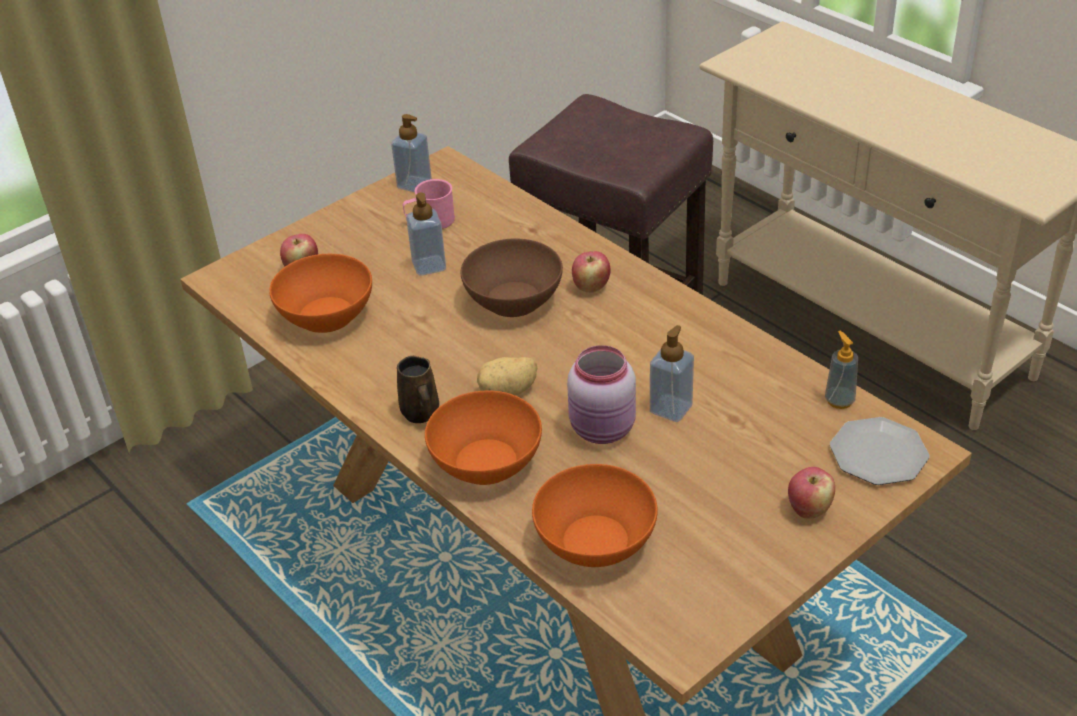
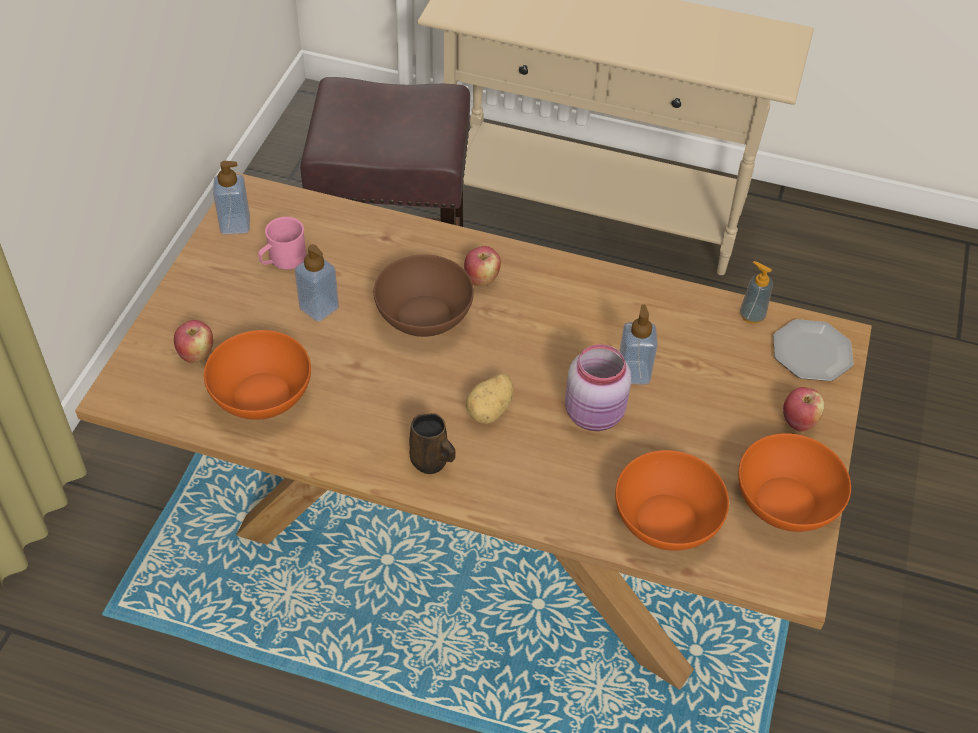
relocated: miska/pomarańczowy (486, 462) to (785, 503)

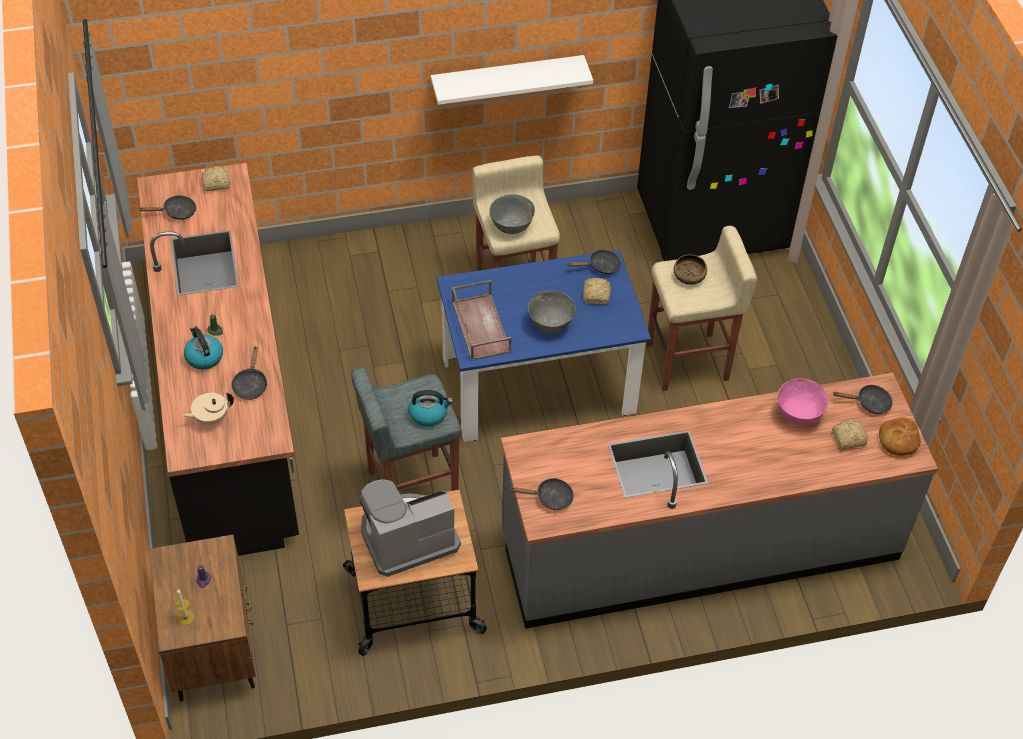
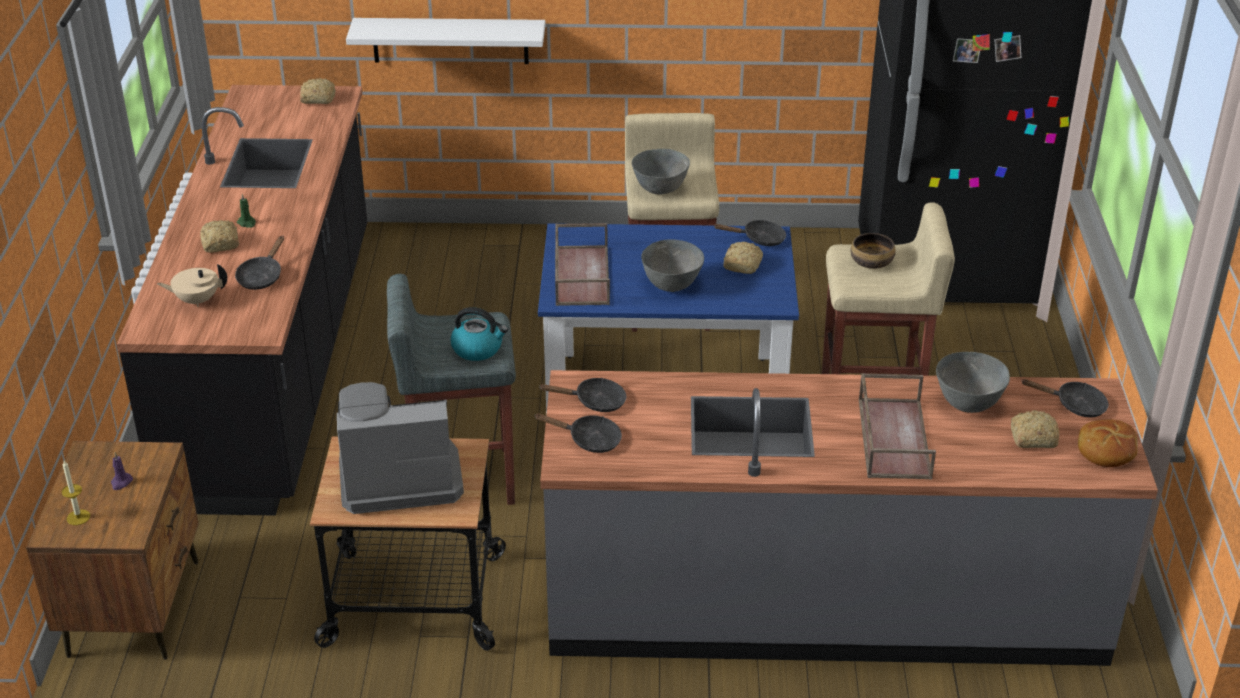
appeared: taca/brązowy (892, 437)
relocated: patelnia/czarny (176, 212) to (595, 402); półka/biały (507, 79) to (450, 40)
exchanged: czajnik (204, 357) to chleb (220, 244)
colour: miska/różowy (798, 415) to miska/szary (968, 404)

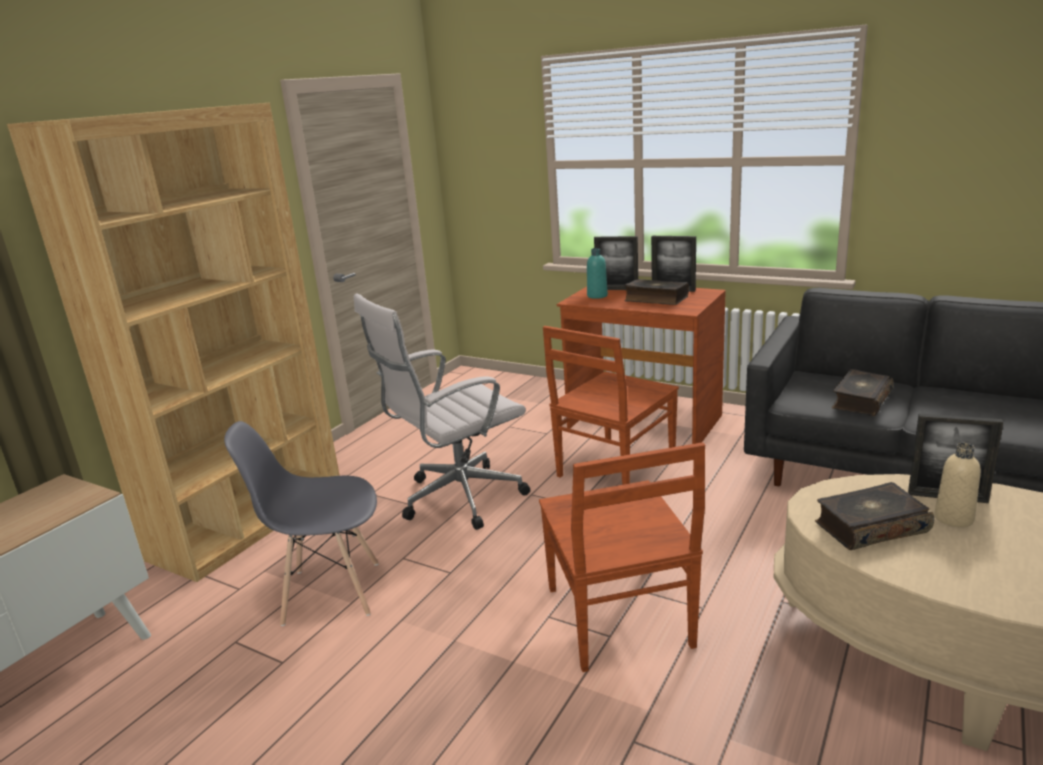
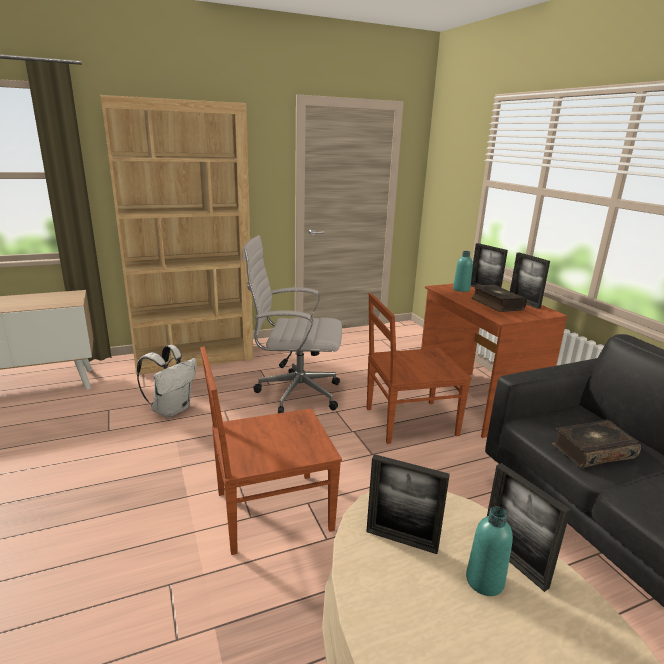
exchanged: krzesło/szary (330, 592) to plecak/biały (171, 409); książka (870, 527) to ramka na zdjęcie (401, 540)
colour: butelka/beżowy (953, 518) to butelka/turkusowy (484, 581)
spun: krzesło/brązowy (619, 619) = (270, 511) 45 degrees clockwise

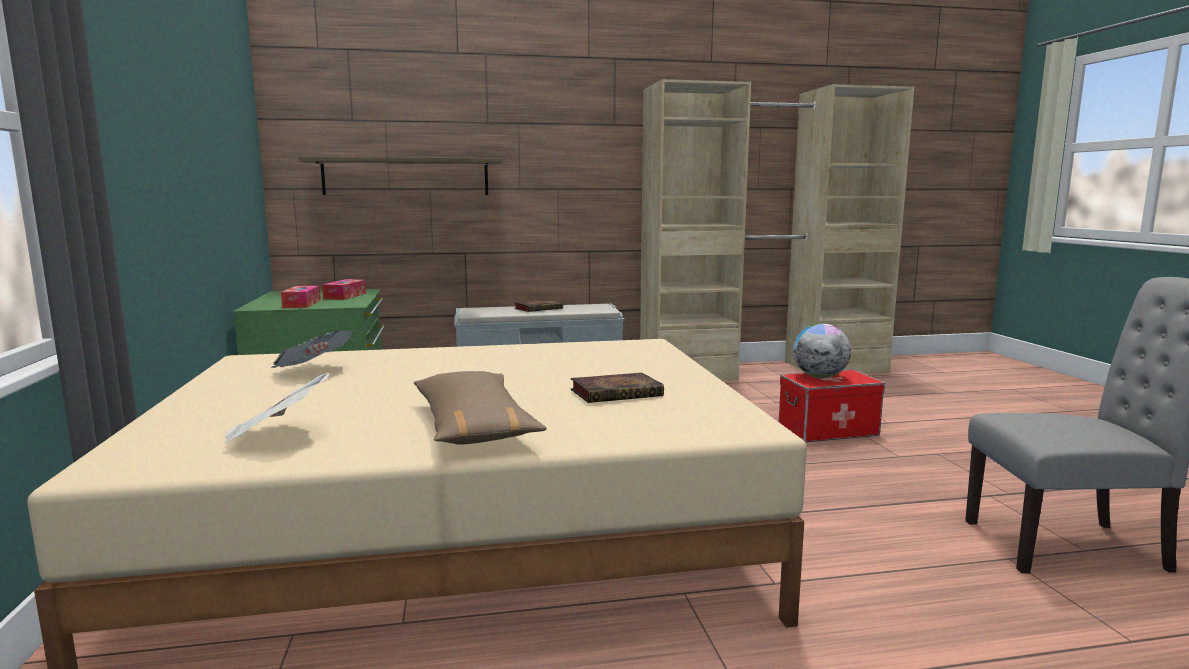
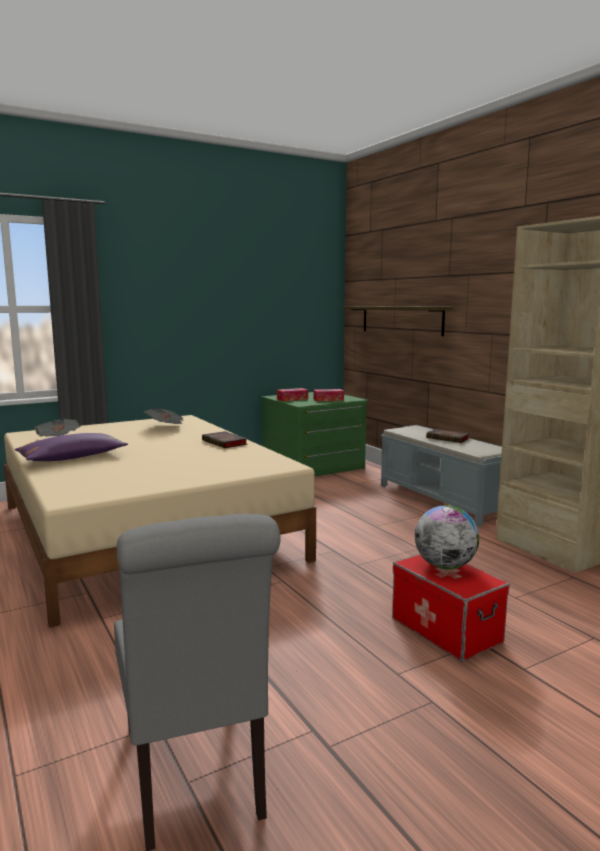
relocated: książka (618, 393) to (225, 443)
colour: poduszka/brązowy (473, 425) to poduszka/fioletowy (72, 458)

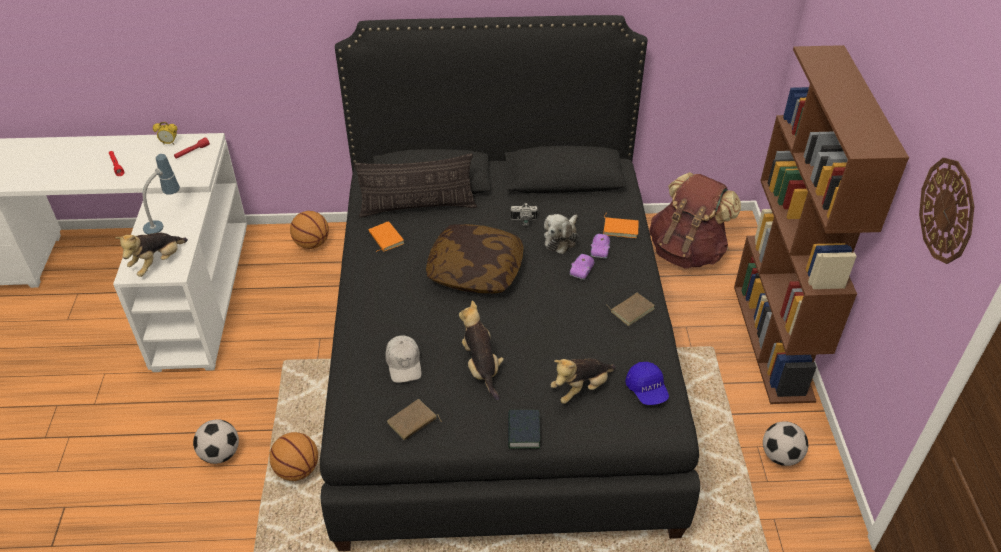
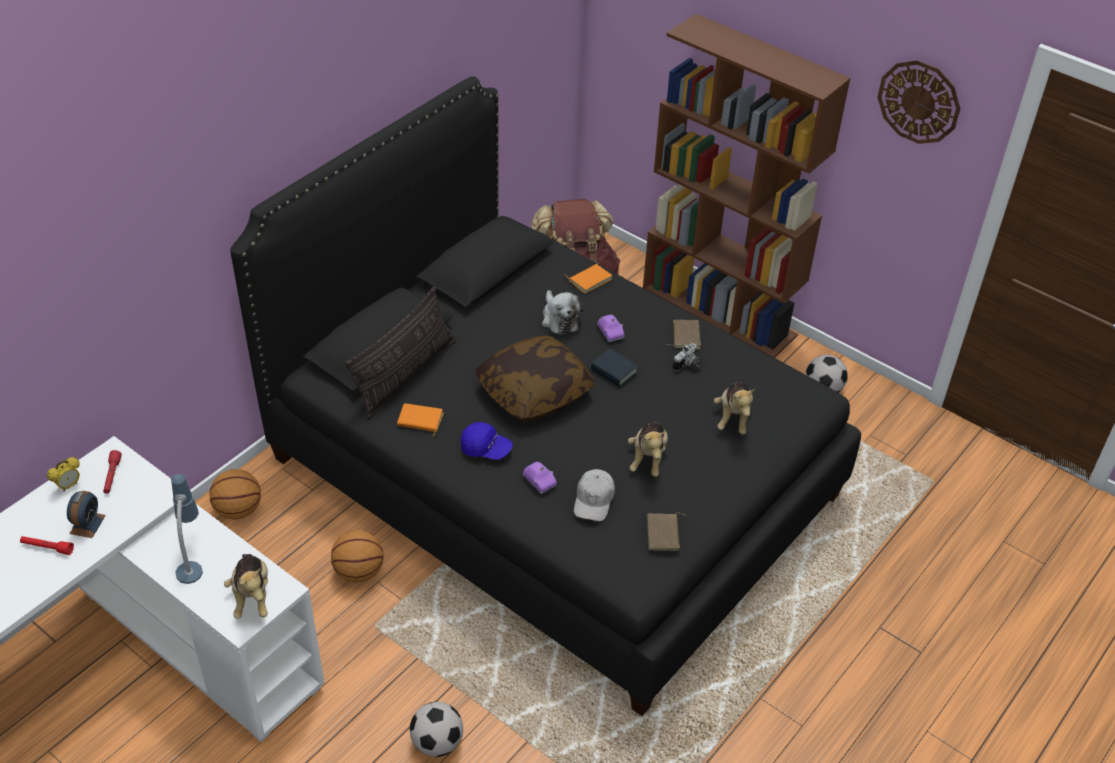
appeared: budzik (87, 524)
relocated: piłka do koszykówki (298, 470) to (359, 571); książka (523, 432) to (613, 371); aparat fotograficzny (523, 221) to (688, 366); samochodzik/fioletowy (600, 250) to (540, 481); czapka z daszkiem/niebieski (647, 390) to (486, 449)
spun: czapka z daszkiem/biały (404, 363) = (594, 500) 75 degrees clockwise; pluszak (481, 367) = (648, 458) 105 degrees counterclockwise

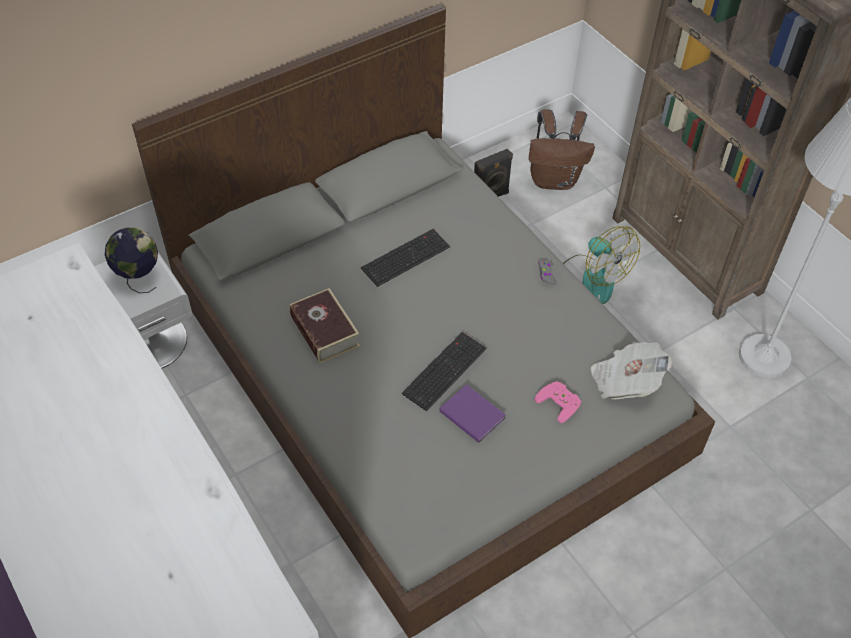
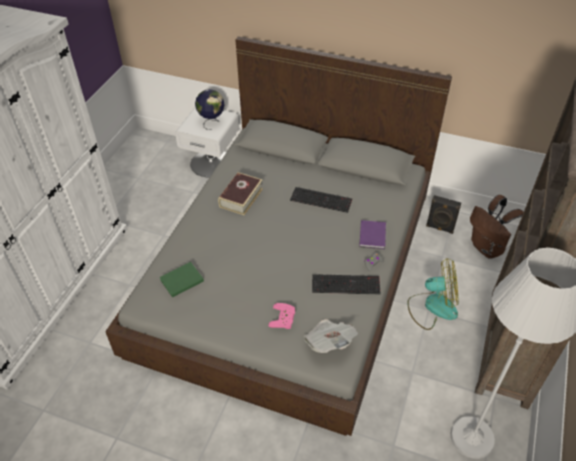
appeared: książka/zielony (180, 280)
relocated: klawiatura (444, 369) to (346, 284); książka/fioletowy (471, 413) to (373, 235)
spun: wentylator (590, 279) = (432, 307) 105 degrees counterclockwise

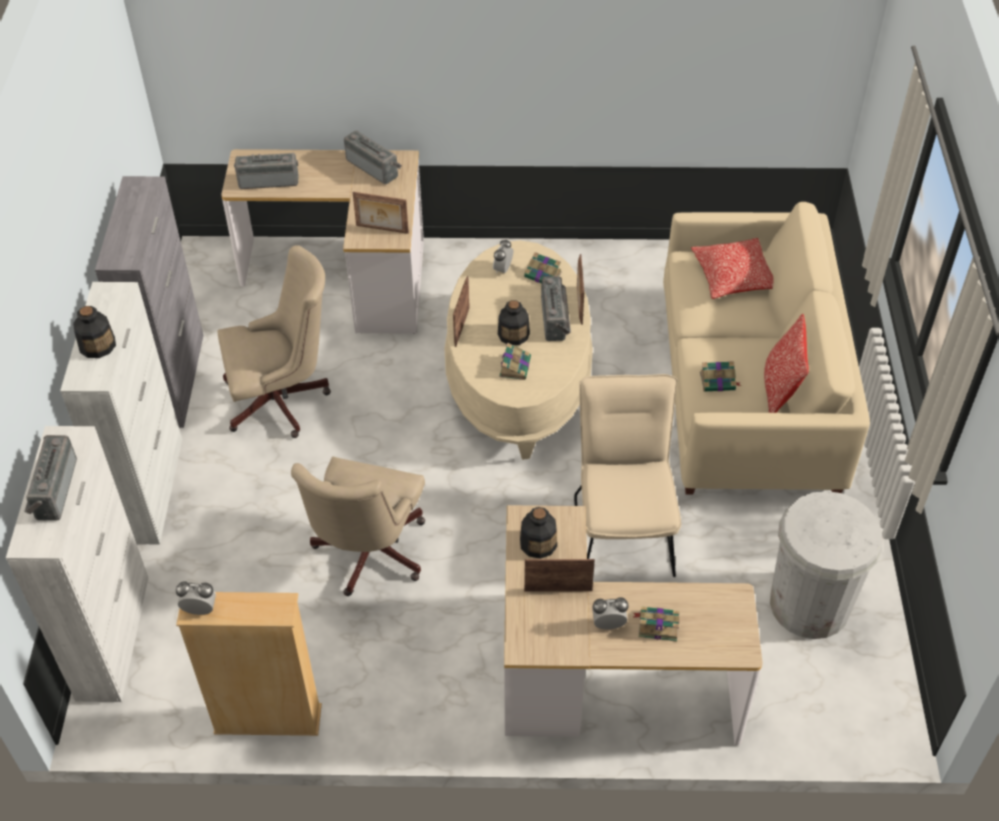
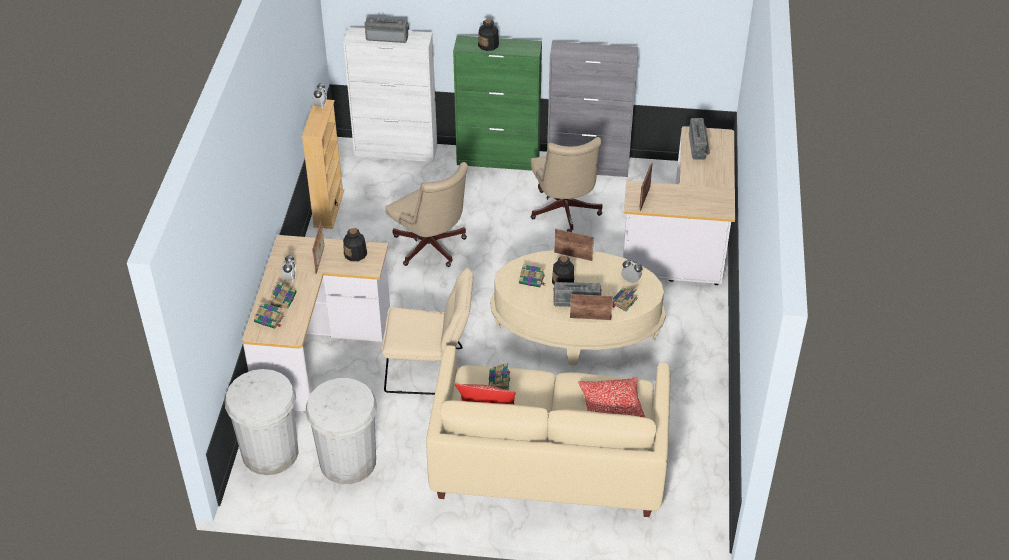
missing: radio (374, 167)
appeared: kosz na śmieci/biały (270, 452); książka (270, 319)
colour: szafka/biały (151, 489) to szafka/zielony (498, 160)
spun: krzesło biurowe/beżowy (367, 556) = (431, 249) 150 degrees counterclockwise

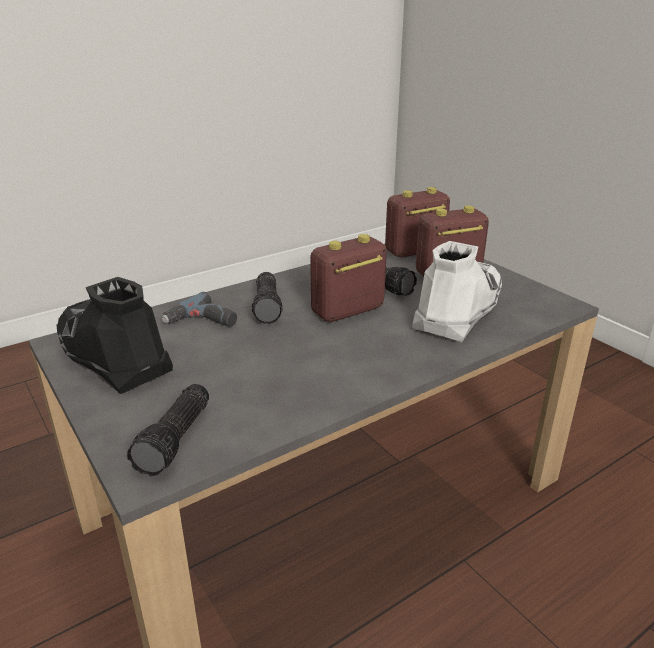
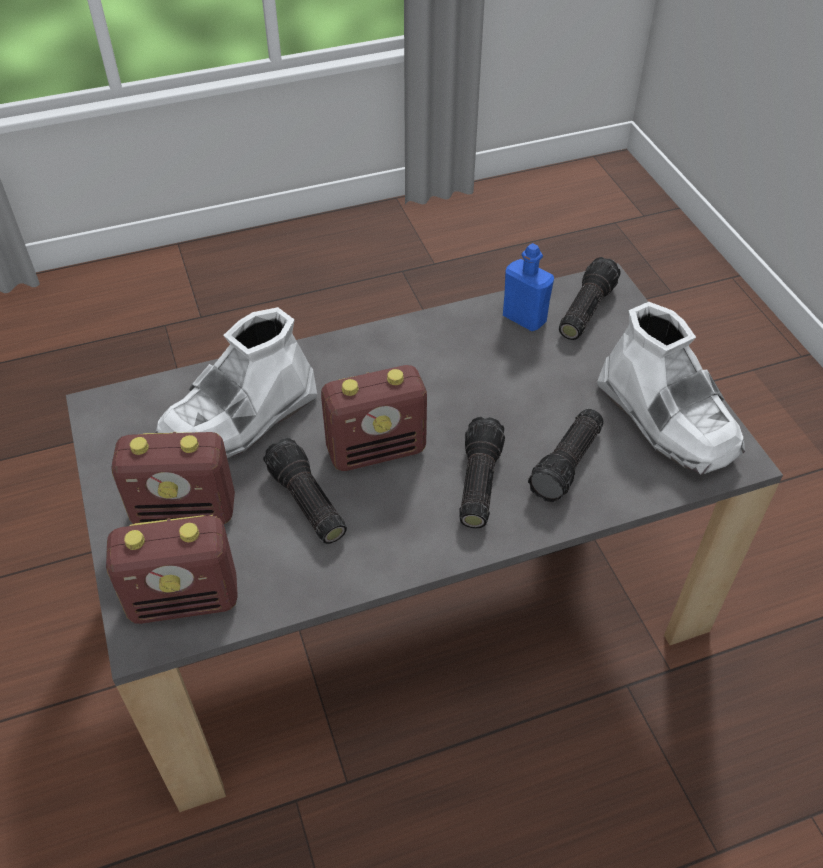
appeared: butelka/niebieski (524, 318)
exchanged: wiertarka (202, 322) to latarka (568, 465)
colour: but z cholewką/czarny (113, 357) to but z cholewką/biały (666, 420)

